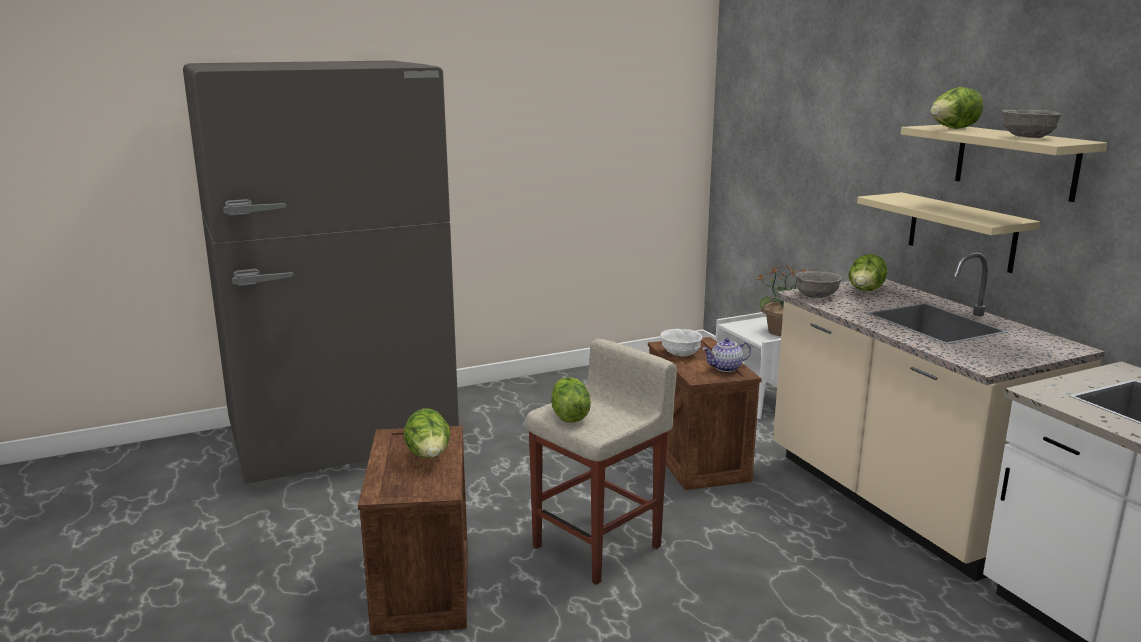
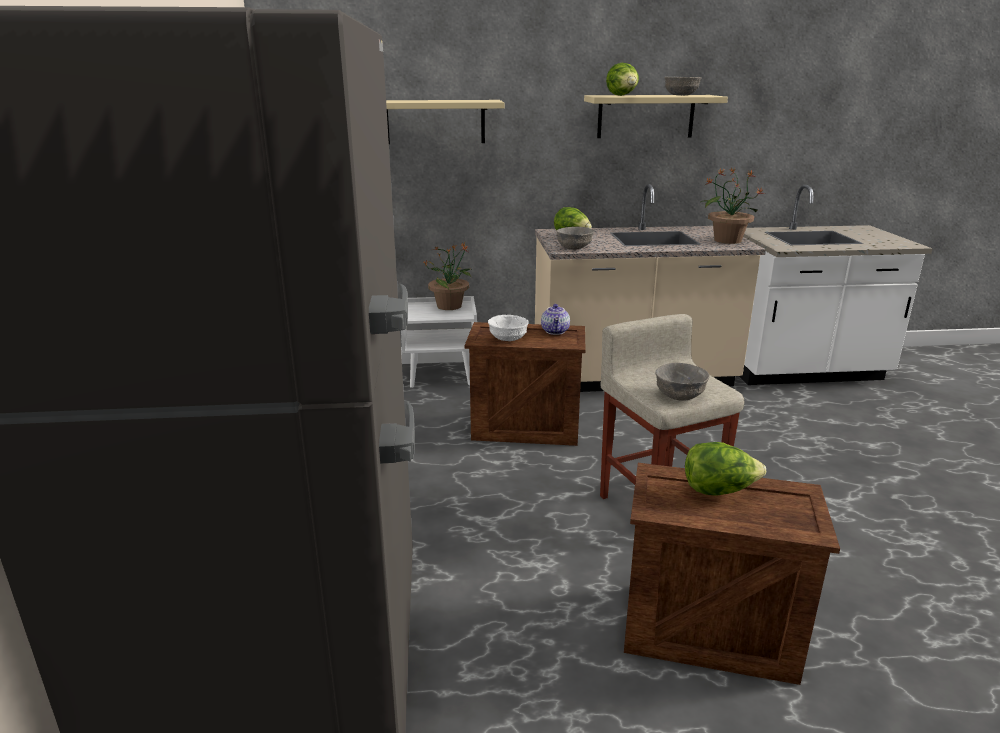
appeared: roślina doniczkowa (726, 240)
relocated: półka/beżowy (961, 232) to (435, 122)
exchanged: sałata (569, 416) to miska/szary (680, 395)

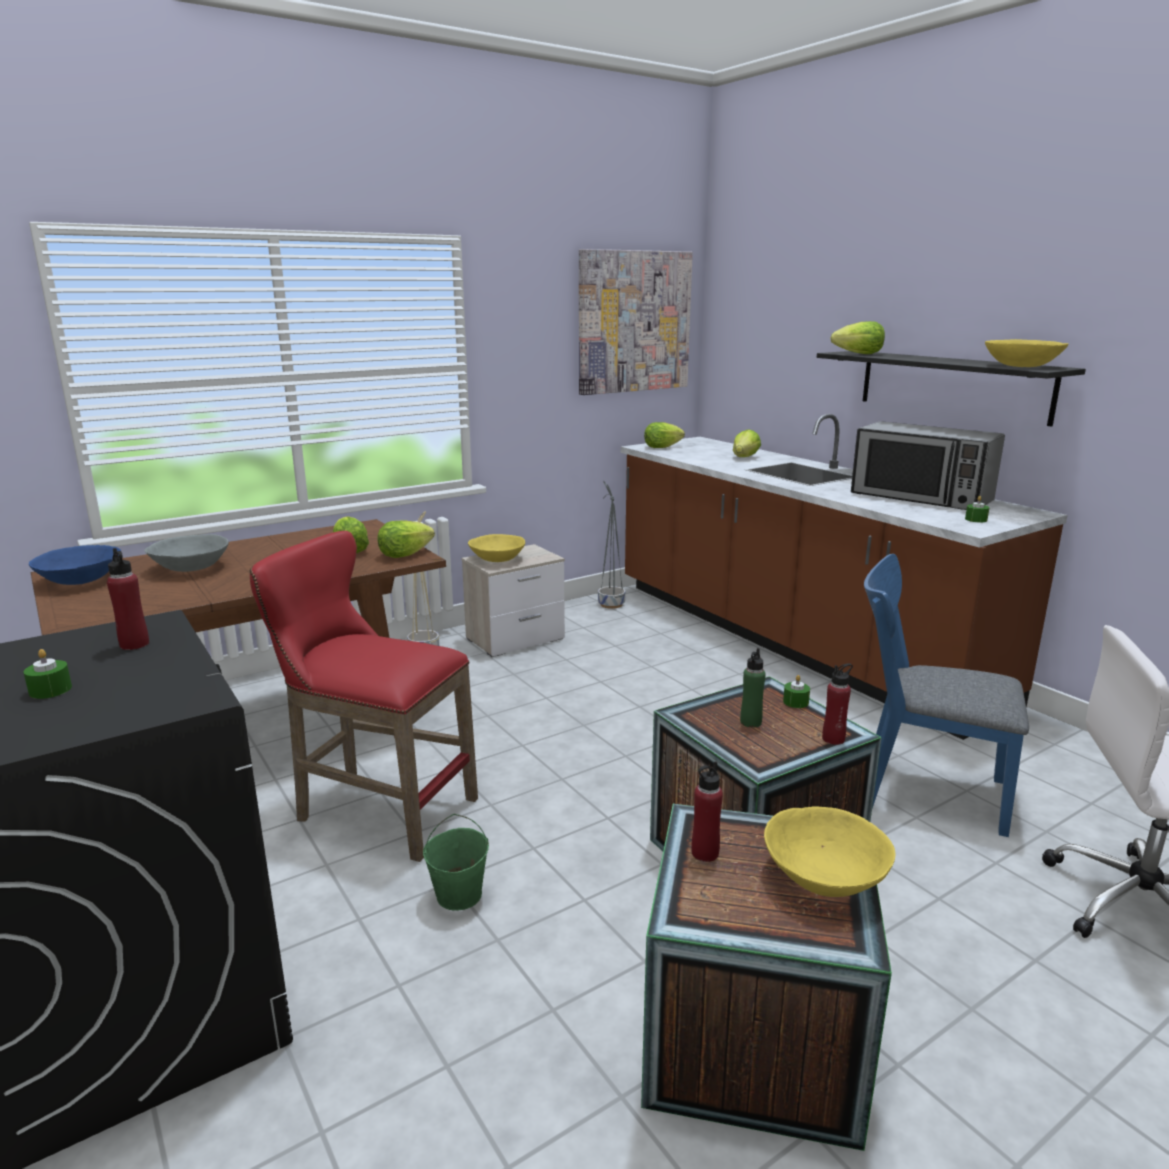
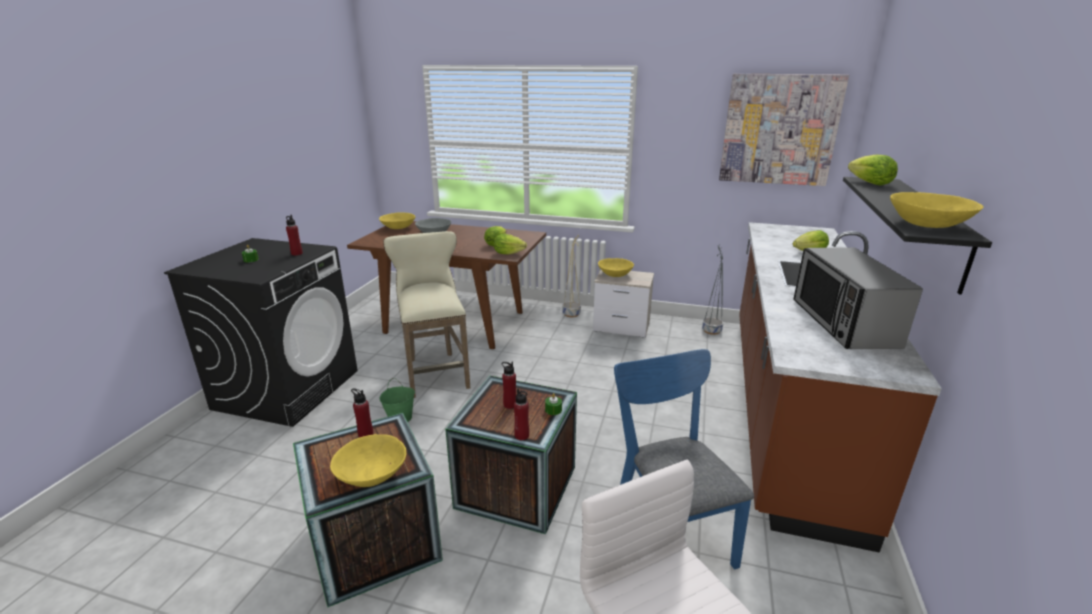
missing: sałata (661, 447); świeca/zielony (976, 519)
colour: miska/niebieski (80, 581) to miska/żółty (398, 228); stołek/czerwony (377, 809) to stołek/beżowy (435, 371); butelka/zielony (750, 722) to butelka/czerwony (510, 405)

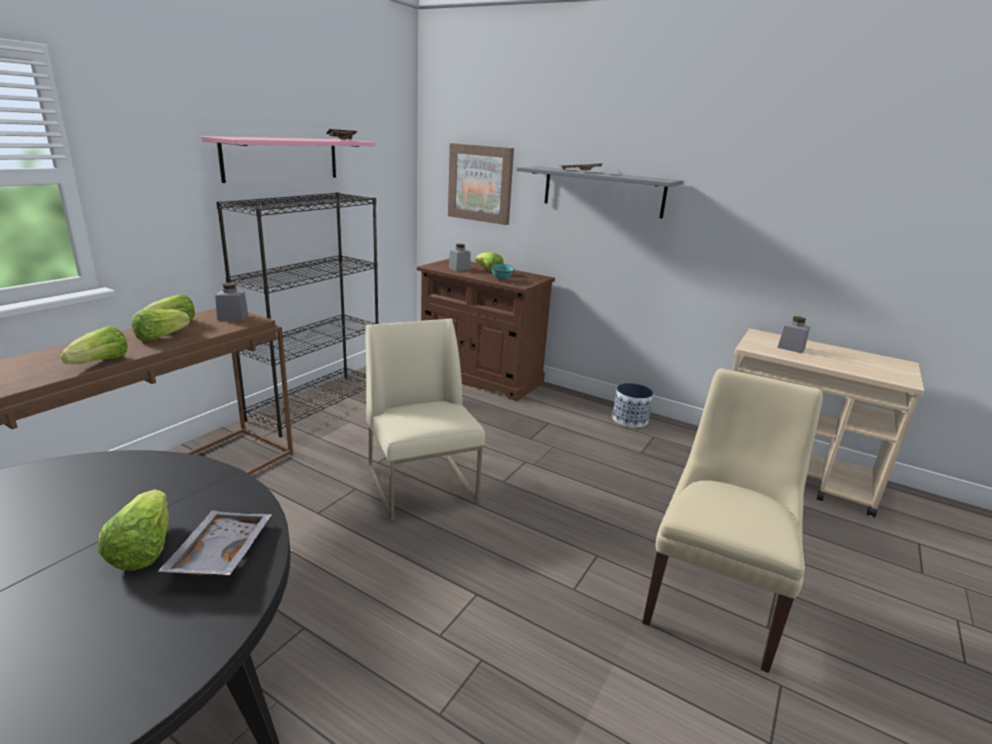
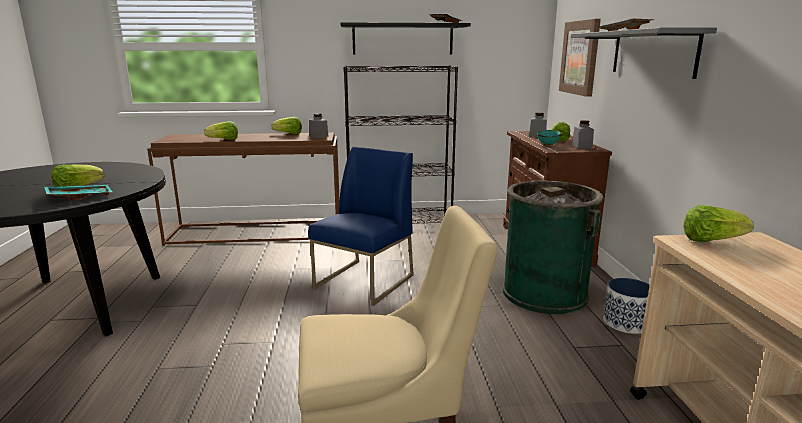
appeared: kosz na śmieci/zielony (544, 293)
relocated: sałata (160, 337) to (711, 240); słoik/szary (791, 348) to (581, 146)
colour: taca/szary (219, 553) to taca/turkusowy (80, 197); półka/różowy (282, 159) to półka/czarny (402, 39); krzesło/beżowy (423, 485) to krzesło/niebieski (364, 282)

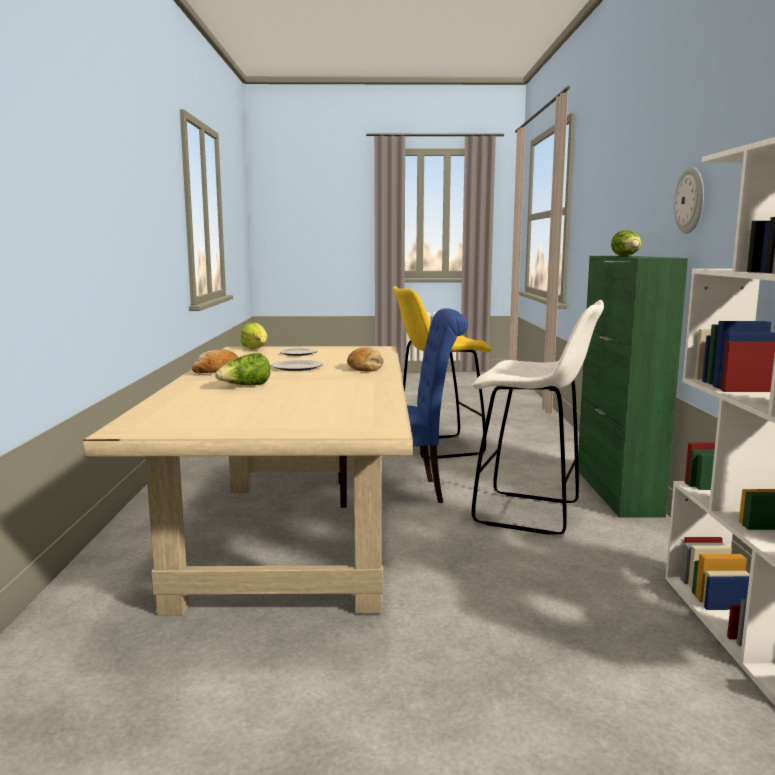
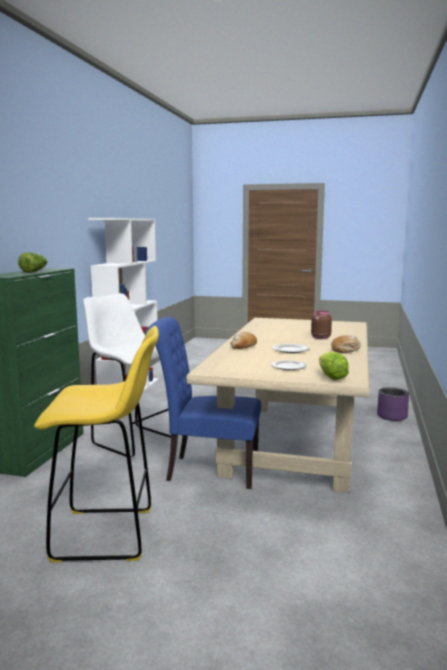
missing: zegar ścienny (691, 200)
appeared: donica/fioletowy (392, 416)
exchanged: sałata (245, 386) to słoik/brązowy (320, 338)

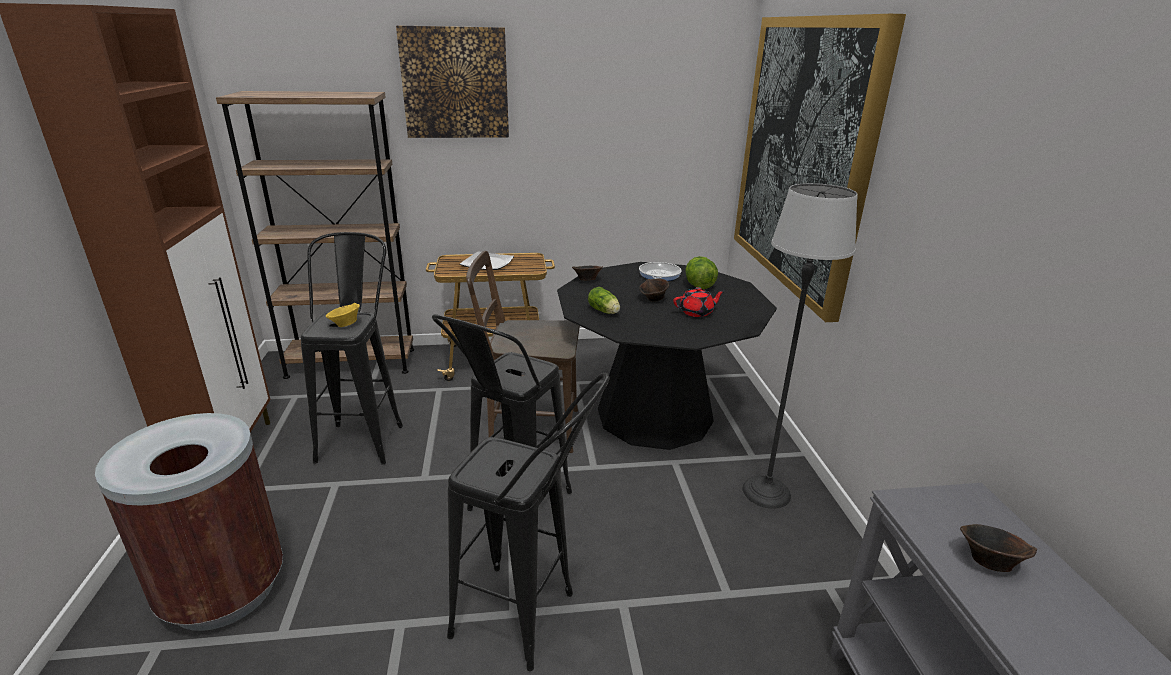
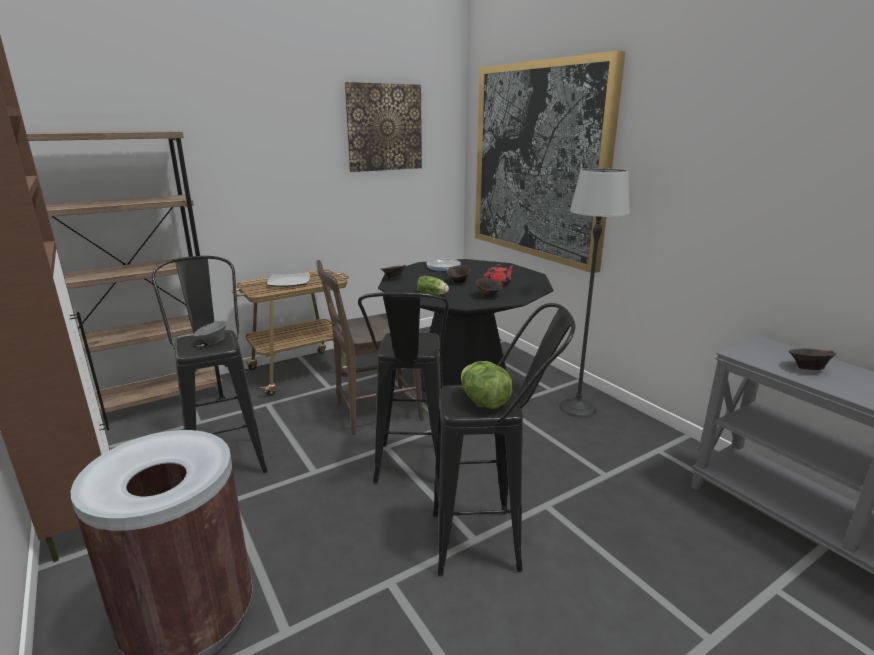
appeared: miska/brązowy (488, 296)
relocated: obraz (455, 83) to (384, 127); sałata (699, 286) to (484, 402)
colour: miska/żółty (345, 325) to miska/szary (213, 342)

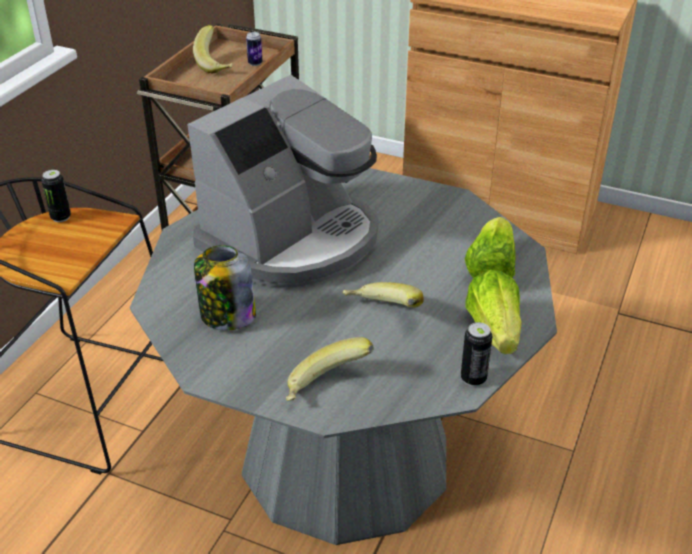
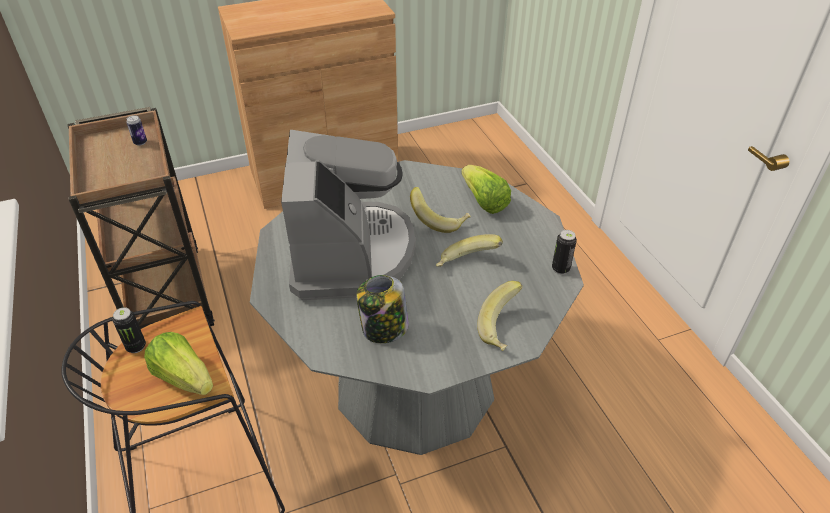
relocated: banan (217, 64) to (439, 220); sałata (494, 330) to (184, 377)

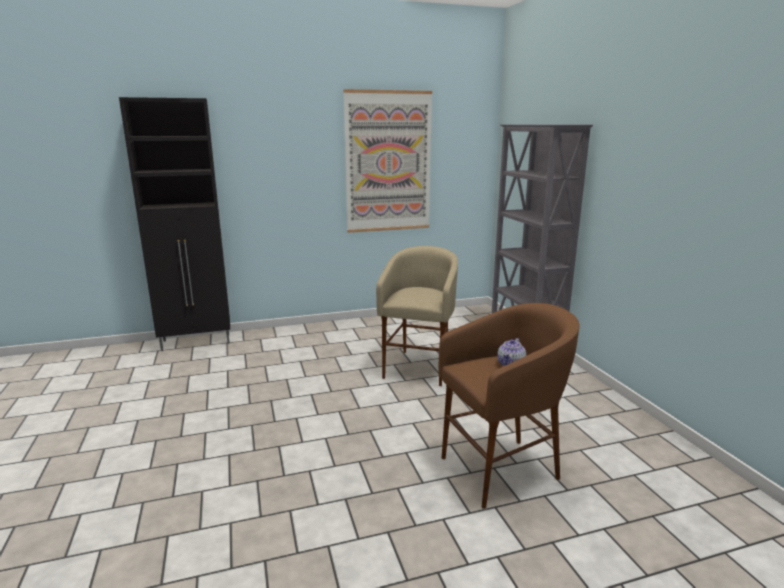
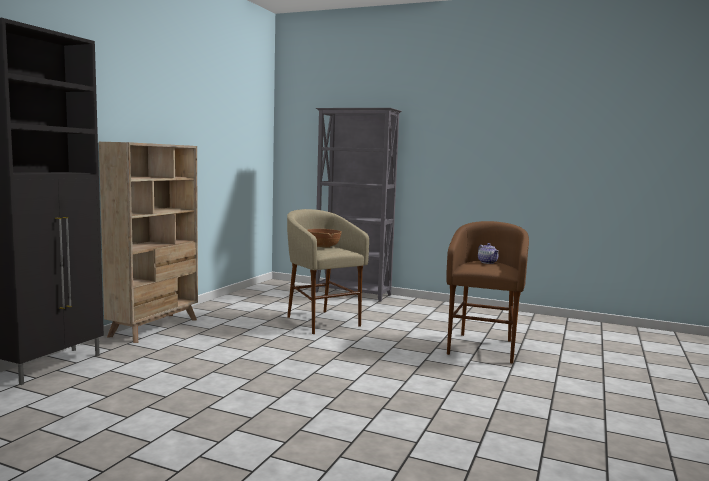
missing: obraz (388, 162)
appeared: regał/beżowy (155, 327); miska/brązowy (323, 246)

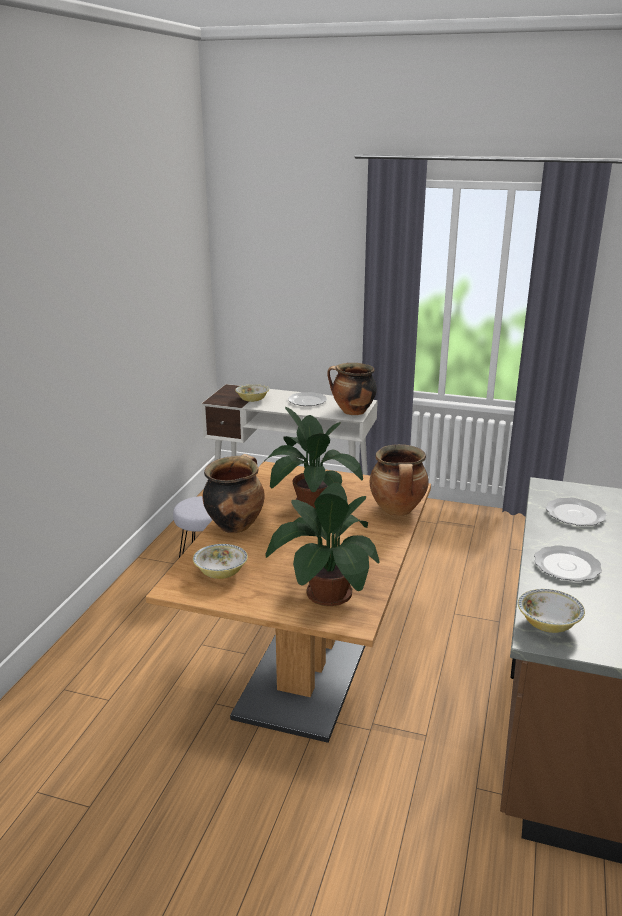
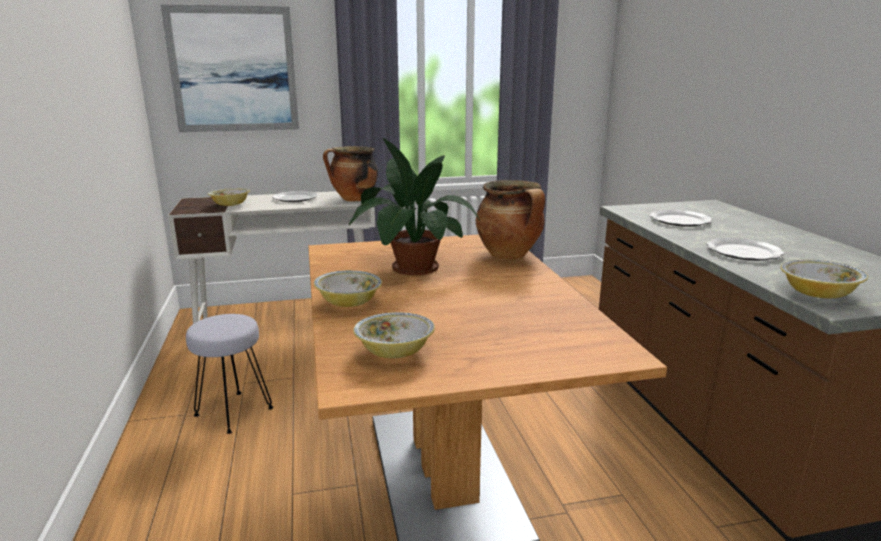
missing: roślina doniczkowa (326, 594)
appeared: obraz (233, 70)
exchanged: garnek (235, 525) to miska (349, 302)

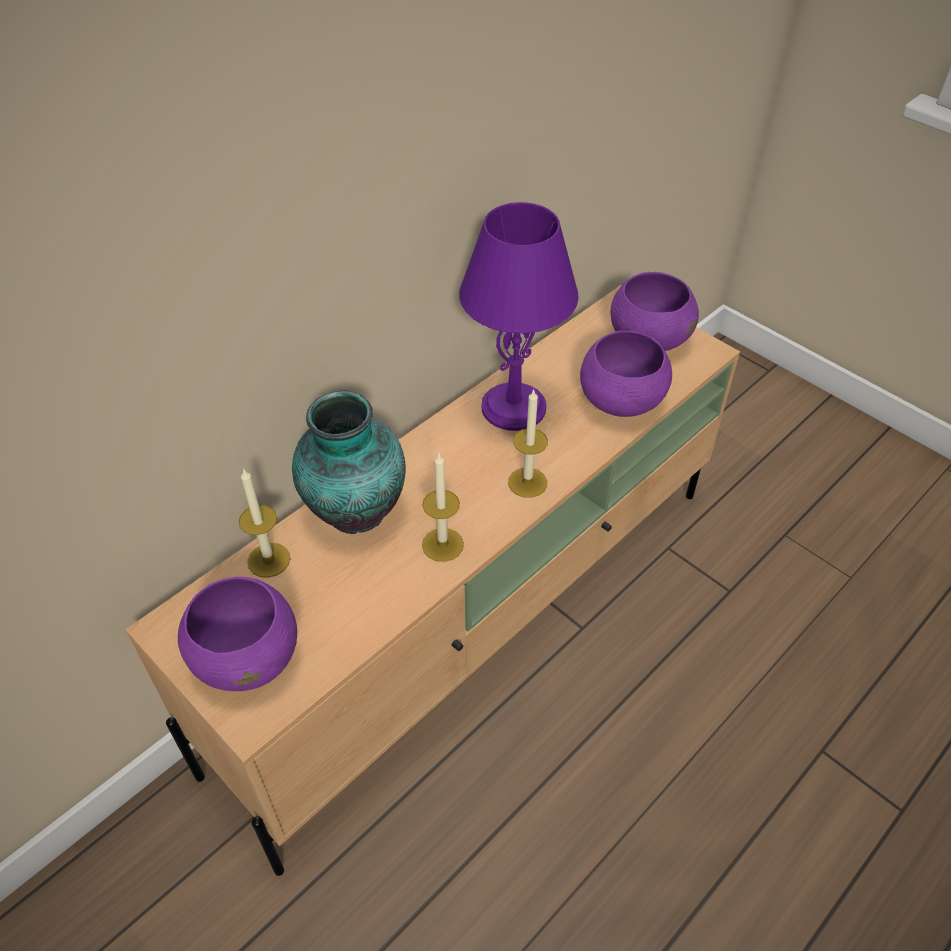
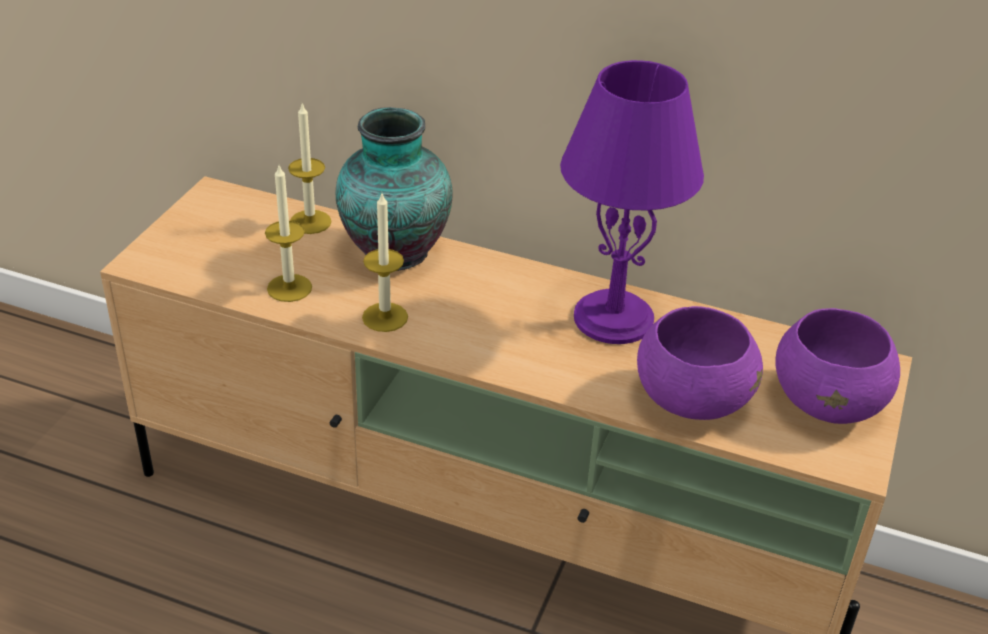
missing: miska/fioletowy (248, 656)
relocated: świeca (527, 482) to (289, 288)

